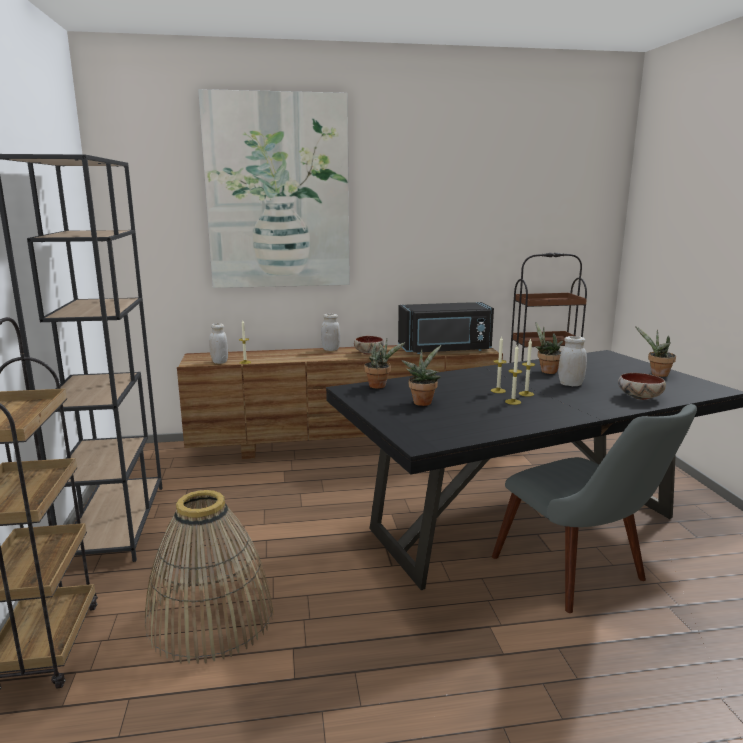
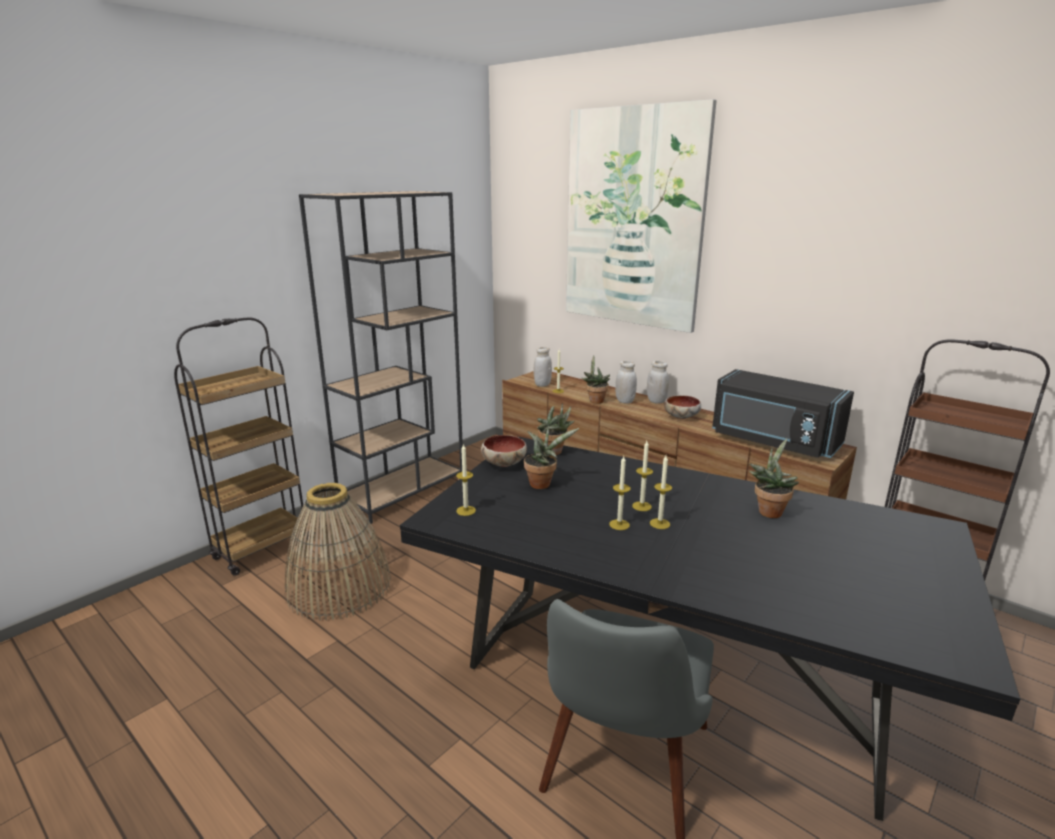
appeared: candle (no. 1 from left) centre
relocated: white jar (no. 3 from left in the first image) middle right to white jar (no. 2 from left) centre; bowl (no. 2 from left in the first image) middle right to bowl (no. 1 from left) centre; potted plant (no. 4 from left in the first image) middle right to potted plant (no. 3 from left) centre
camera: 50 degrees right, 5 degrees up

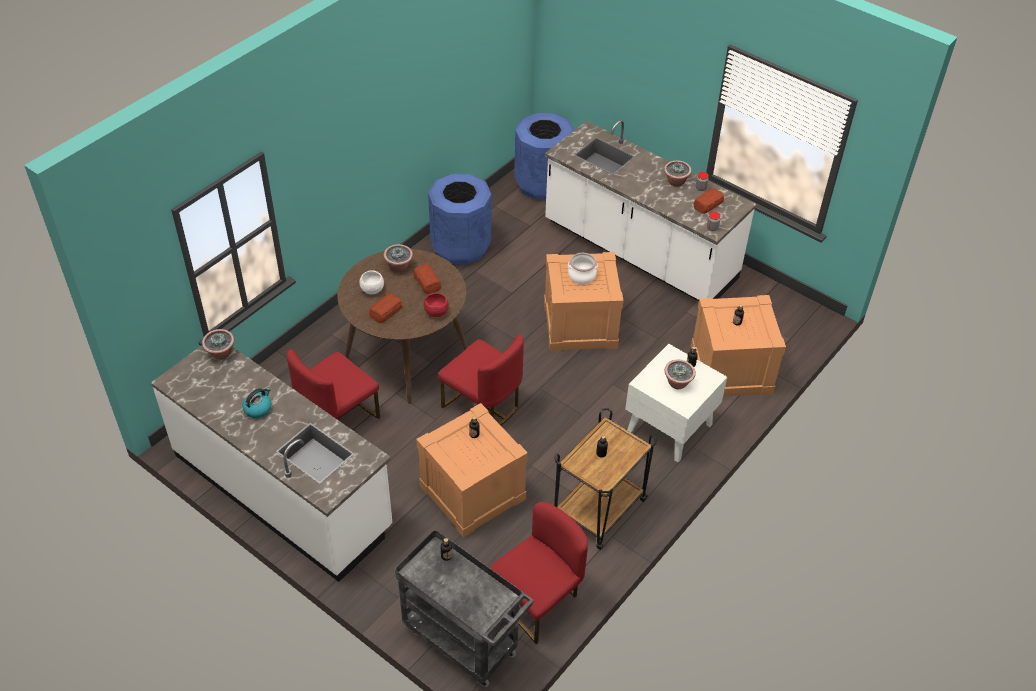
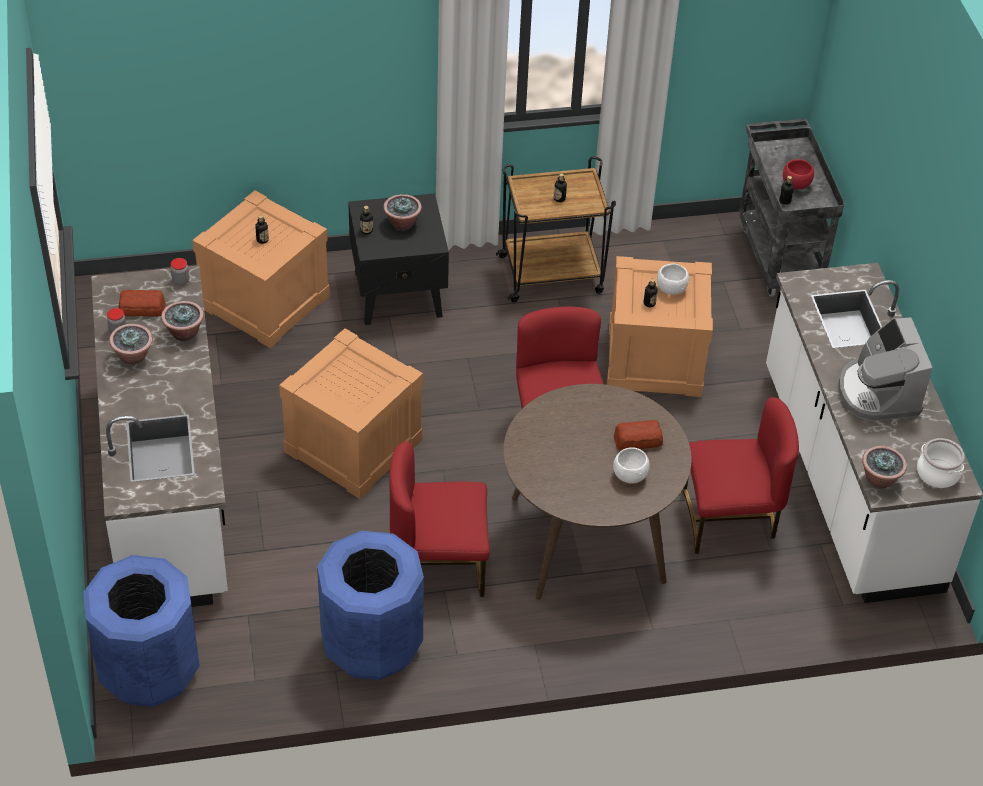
missing: bread (no. 2 from left) centre
appeared: white bowl (no. 2 from left) middle right
relocated: potted plant (no. 2 from left) centre to middle left; red bowl centre to top right; red chair (no. 3 from left in the first image) bottom centre to red chair (no. 1 from left) centre; cooking pot centre to middle right
exchanged: kettle middle left to coffee machine middle right
colour: white nightstand centre to black nightstand top centre
camera: 140 degrees left, 0 degrees up

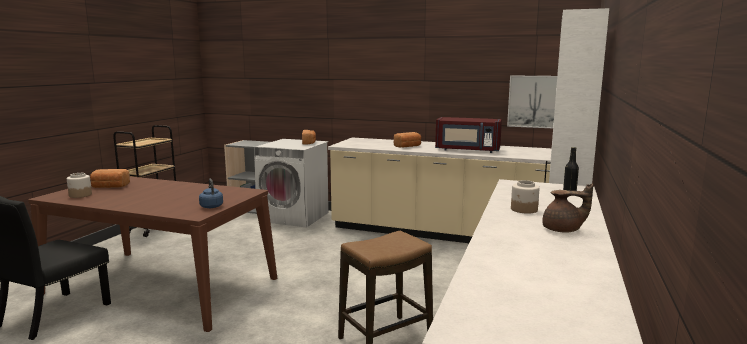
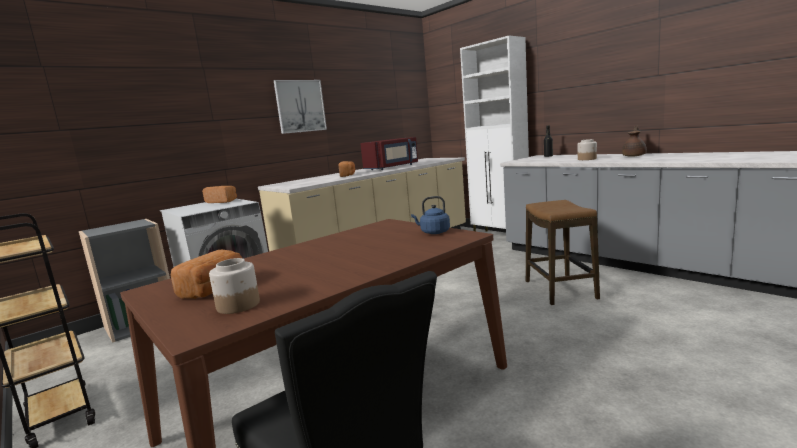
relocated: picture top right to top centre
camera: 60 degrees left, 0 degrees up

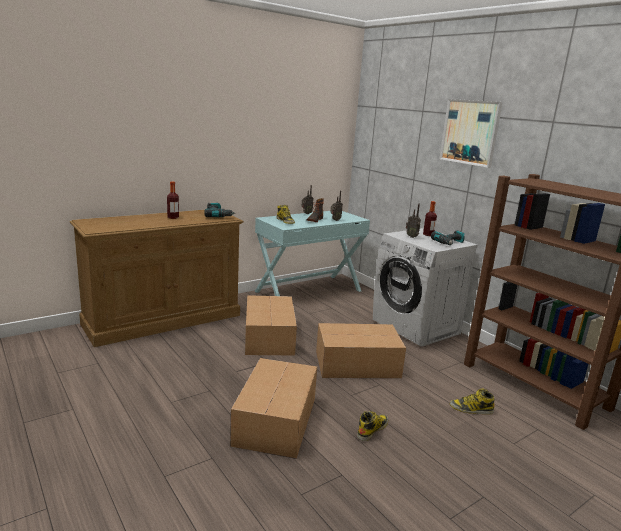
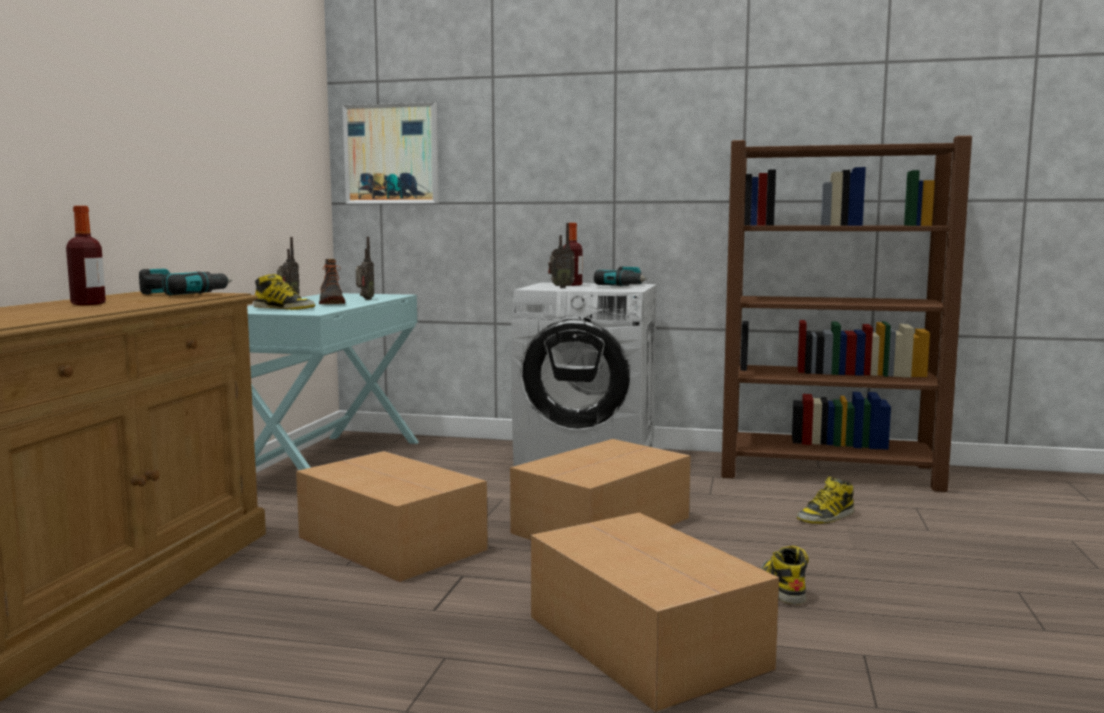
relocated: picture top right to top centre
camera: 40 degrees left, 10 degrees down

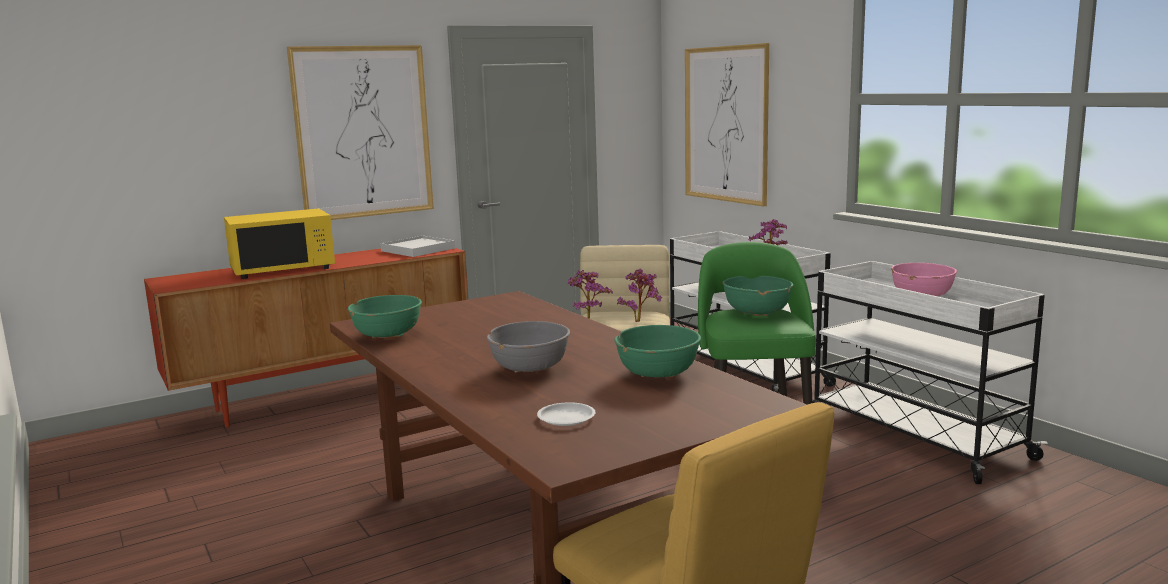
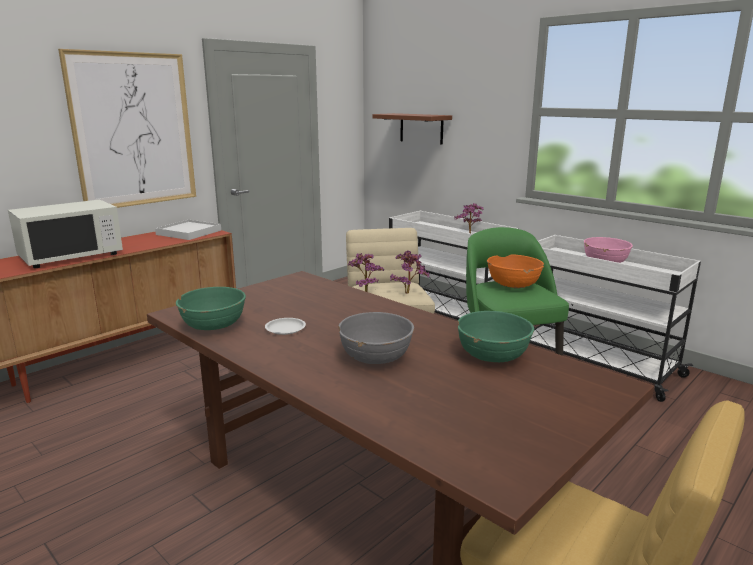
relocated: white plate bottom centre to centre
exchanged: picture (no. 2 from left) top centre to brown shelf top centre
colour: yellow microwave middle left to white microwave middle left; green bowl (no. 3 from left) centre to orange bowl middle right
camera: 15 degrees left, 5 degrees up

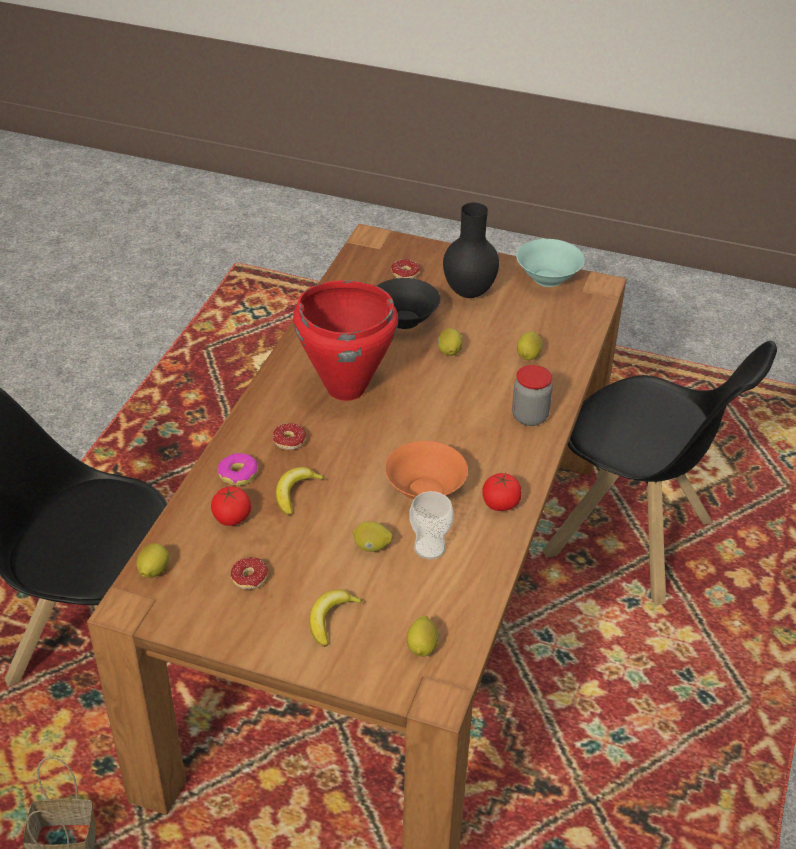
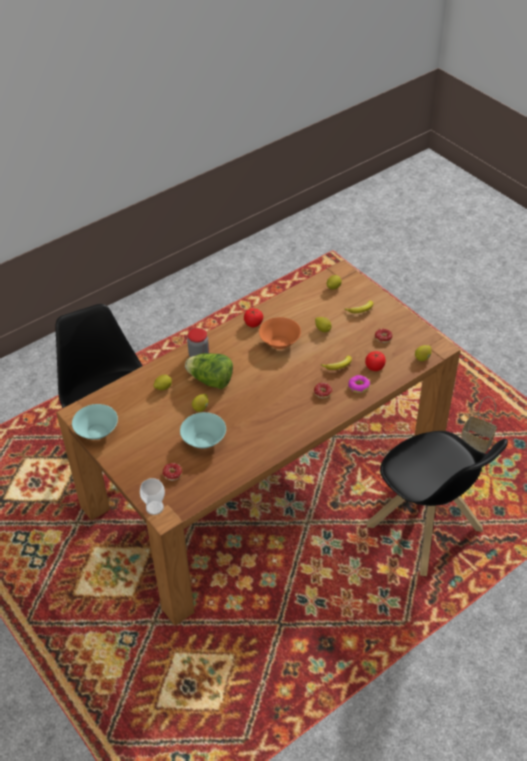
missing: red cooking pot centre; black vase top centre
appeared: lettuce centre
relocated: cup centre to middle left
colour: black bowl centre to turquoise bowl (no. 2 from left) centre
camera: 145 degrees left, 5 degrees up

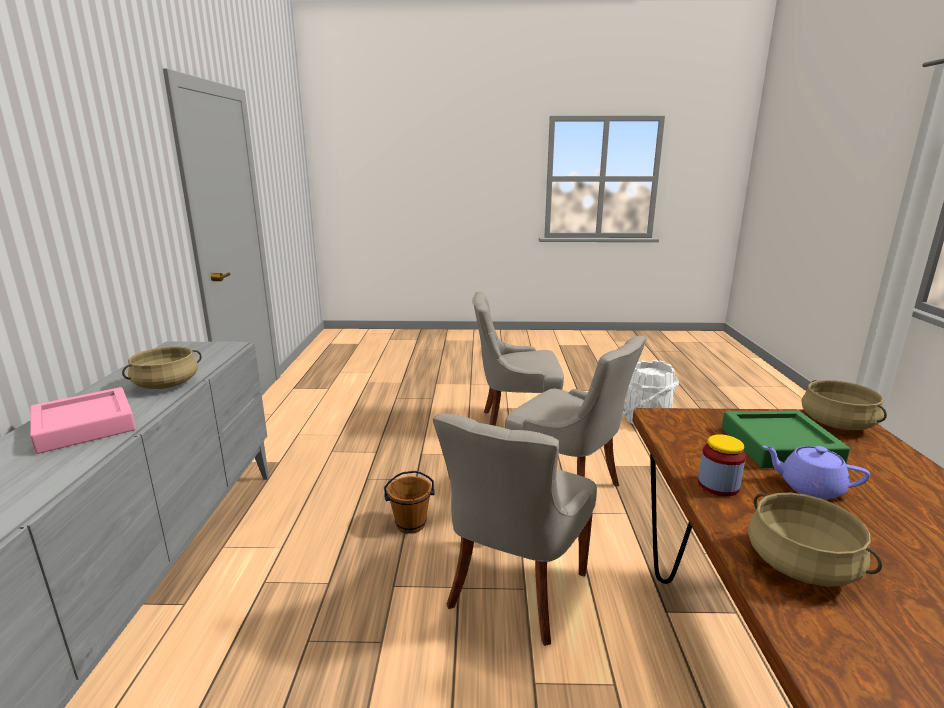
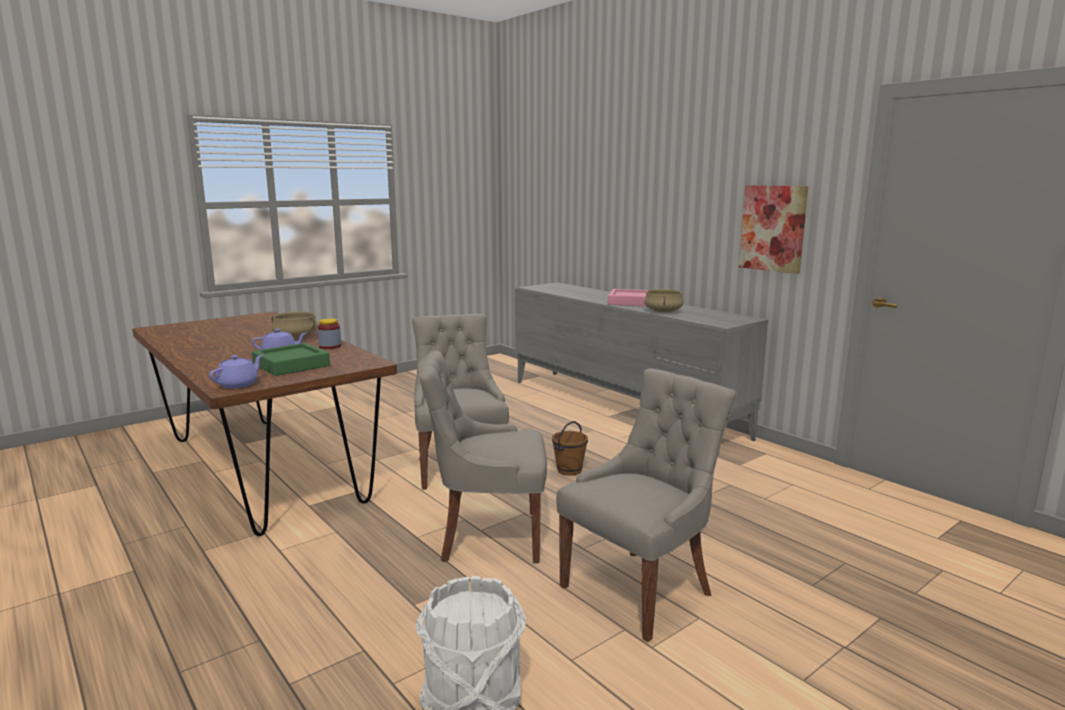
appeared: picture top right
exchanged: beige cooking pot (no. 3 from left) middle right to purple teapot (no. 1 from left) middle left
camera: 140 degrees right, 5 degrees down

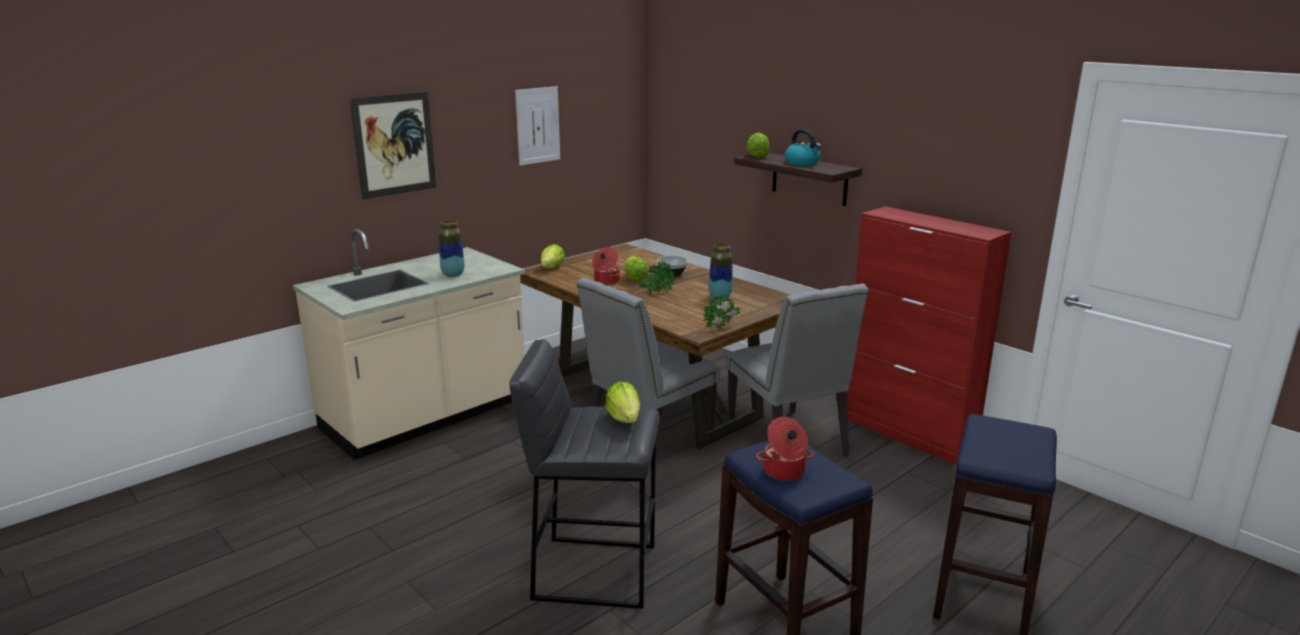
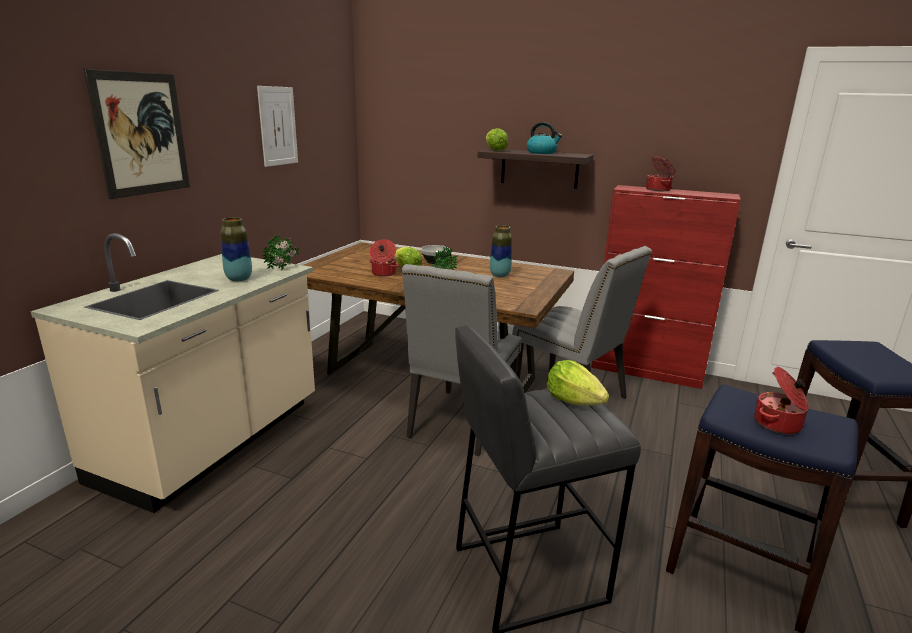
missing: lettuce (no. 1 from left) centre
appeared: cooking pot (no. 2 from left) top right
relocated: potted plant (no. 2 from left in the first image) centre to potted plant (no. 1 from left) middle left
camera: 25 degrees left, 0 degrees up

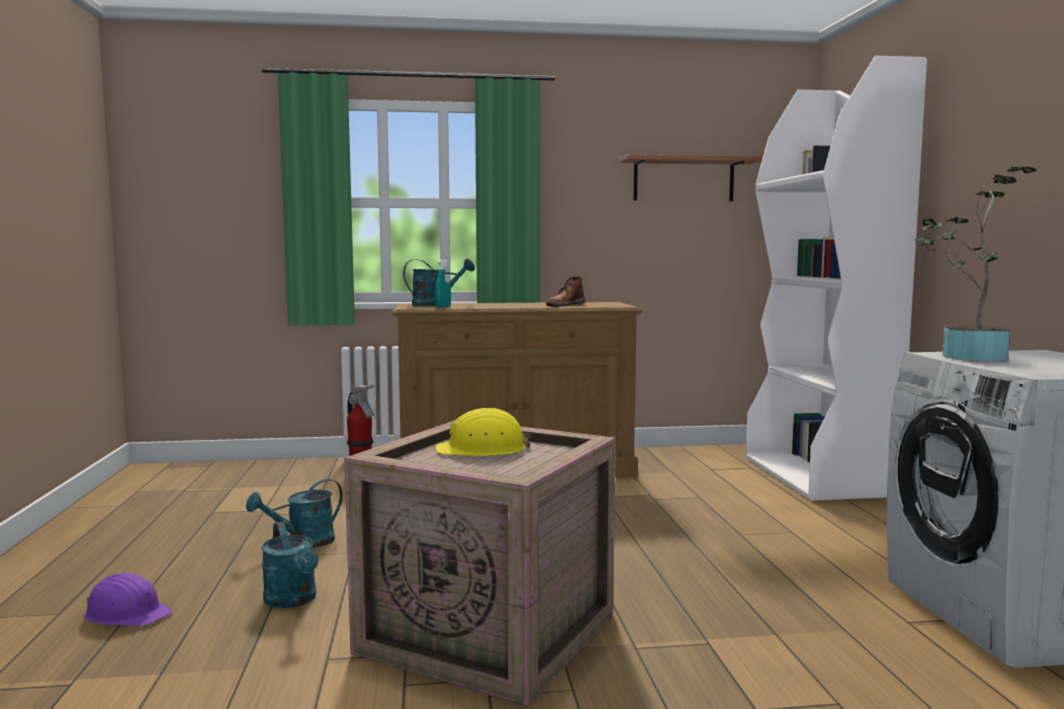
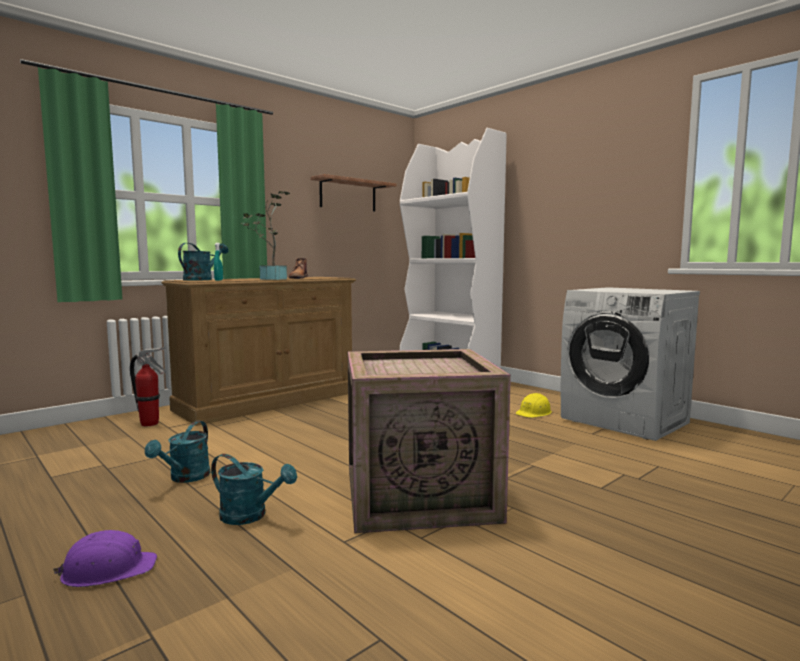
relocated: yellow hard hat centre to middle right; potted plant middle right to middle left
camera: 35 degrees left, 0 degrees up

